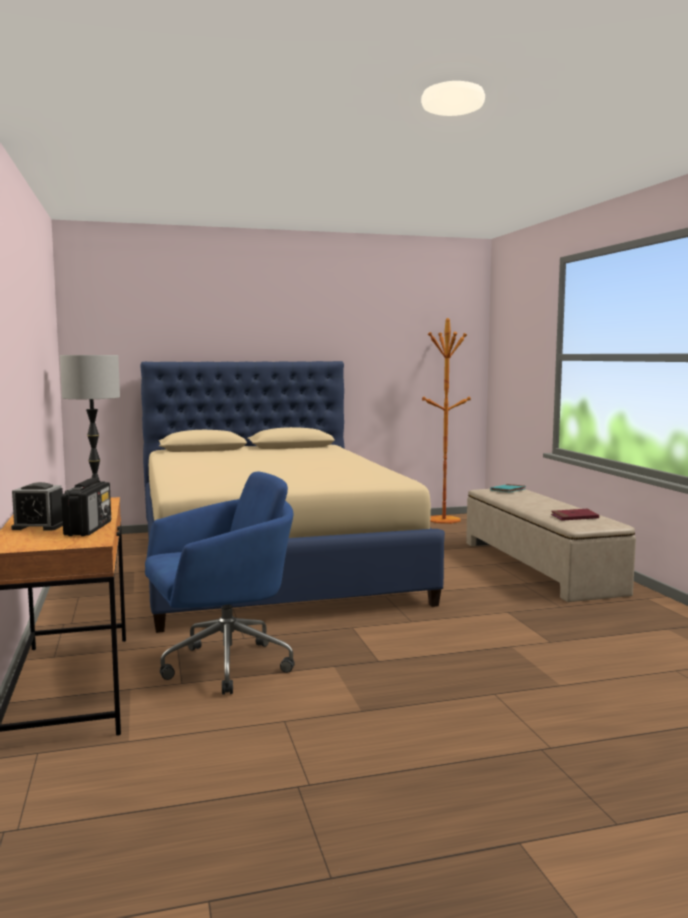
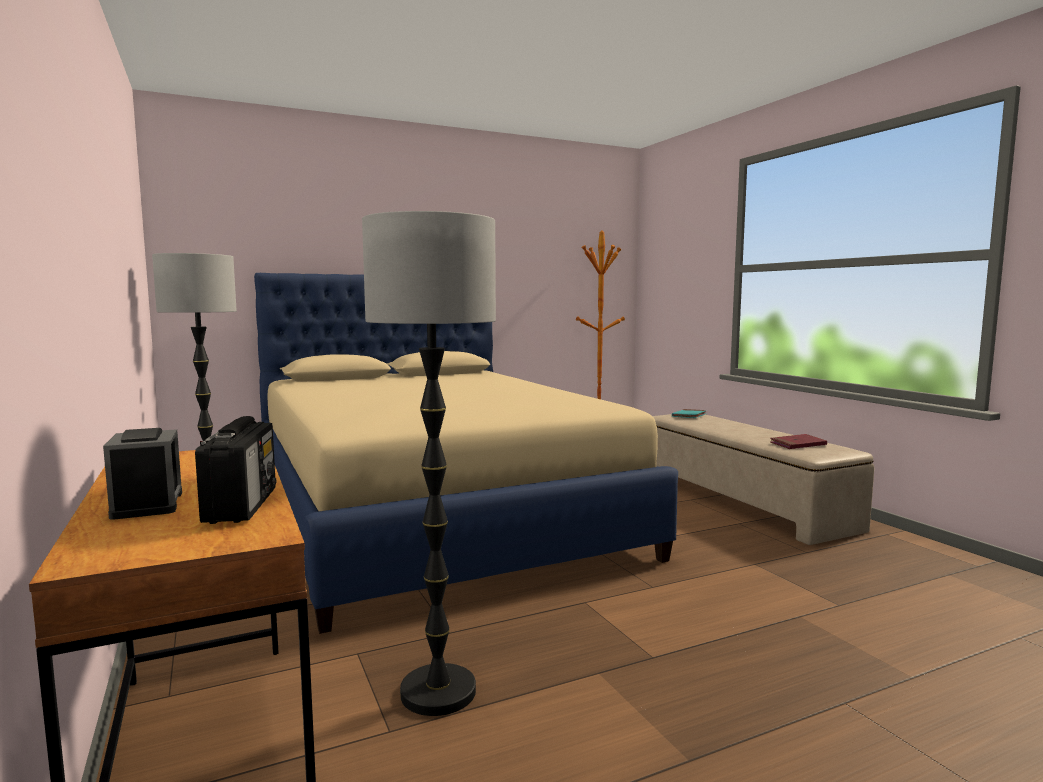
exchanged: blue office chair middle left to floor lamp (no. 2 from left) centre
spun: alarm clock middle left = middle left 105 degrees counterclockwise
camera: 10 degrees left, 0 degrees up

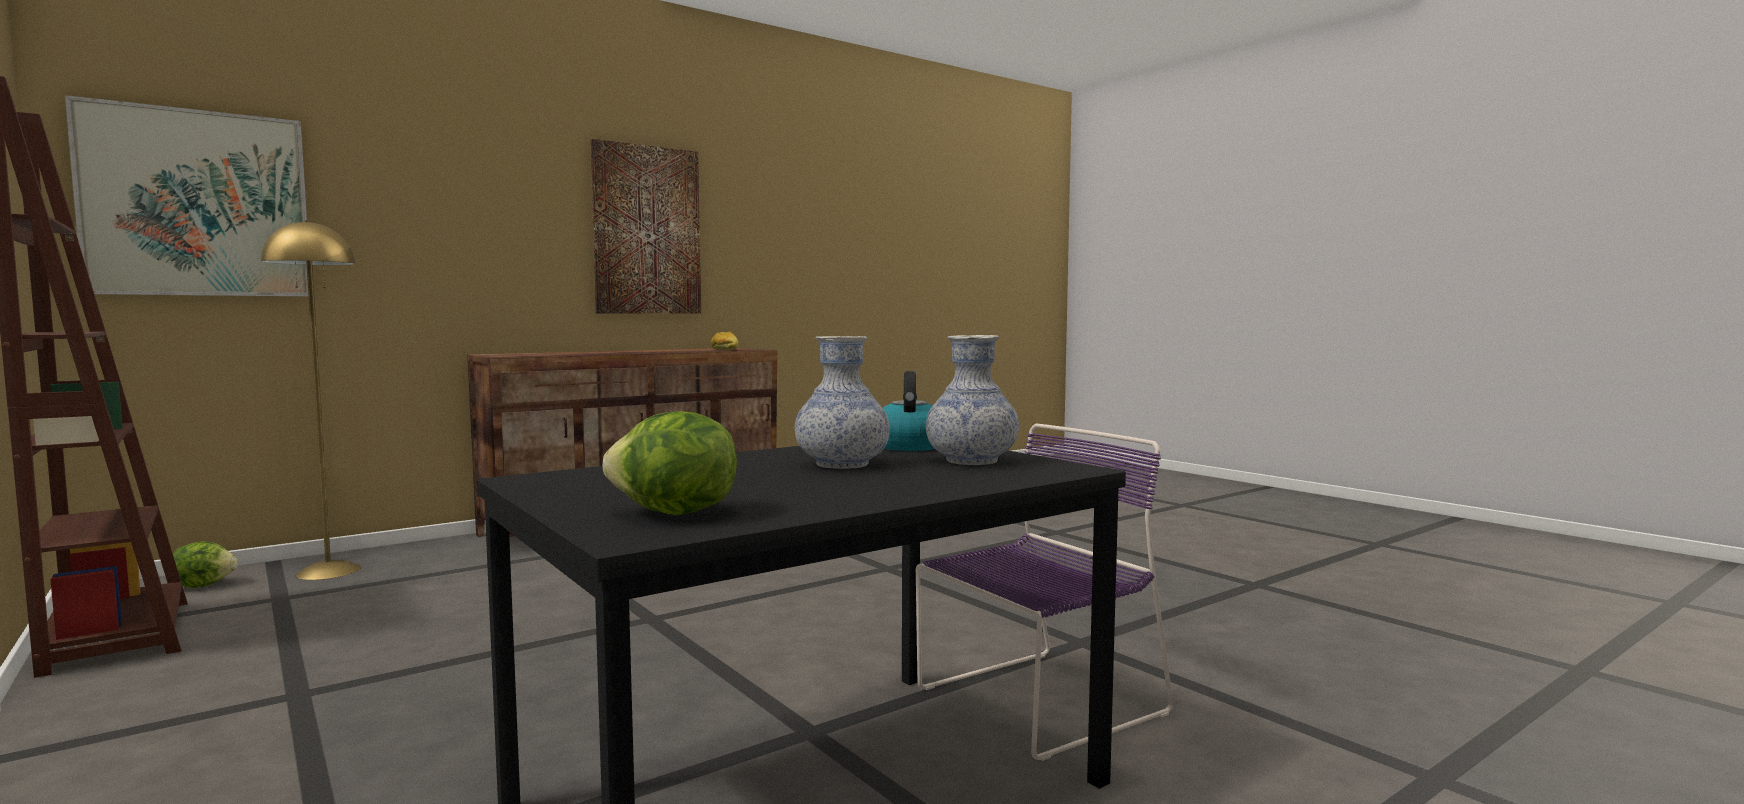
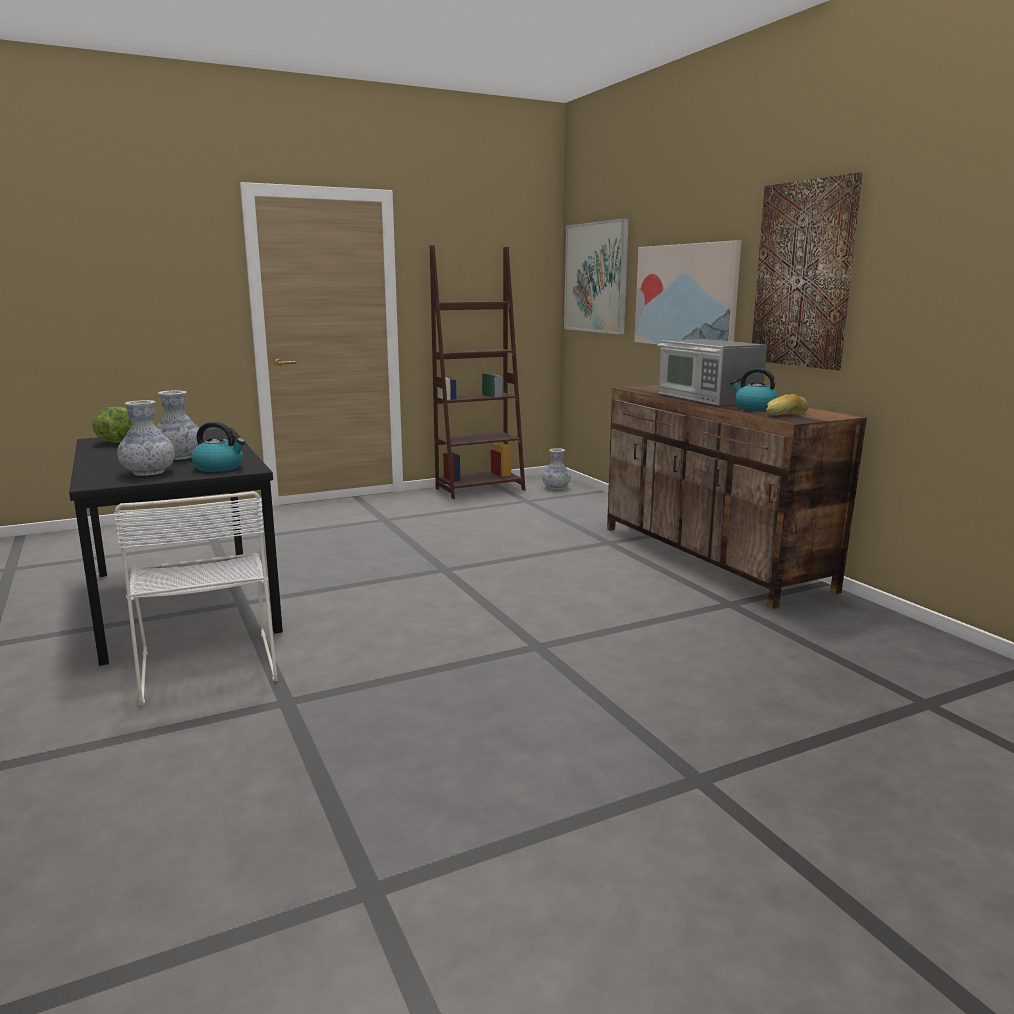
missing: yellow floor lamp middle left
appeared: picture (no. 2 from left) top right; microwave middle right; kettle (no. 2 from left) middle right
exchanged: lettuce (no. 1 from left) bottom left to vase (no. 3 from left) centre
colour: purple chair bottom centre to white chair middle left
camera: 100 degrees right, 10 degrees up

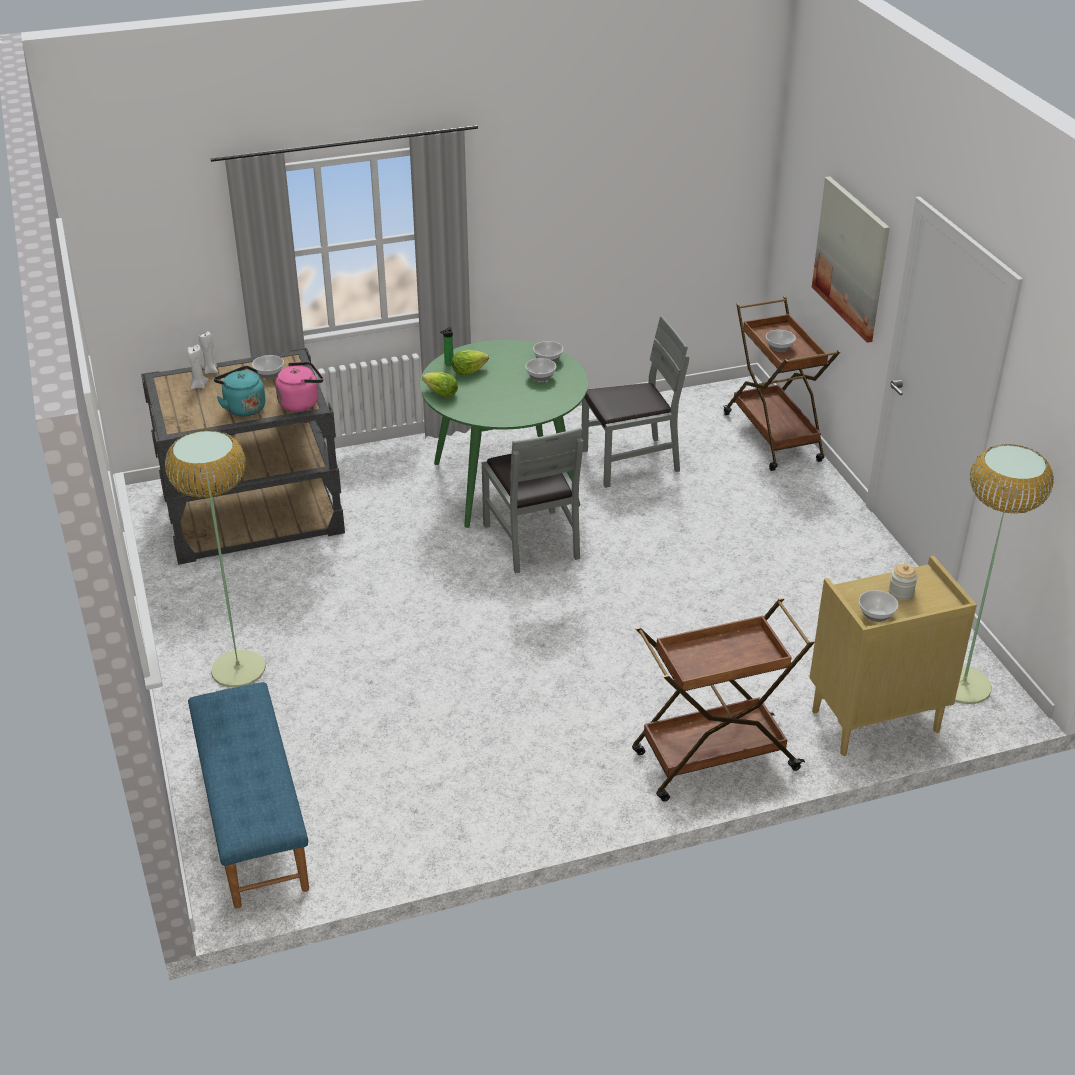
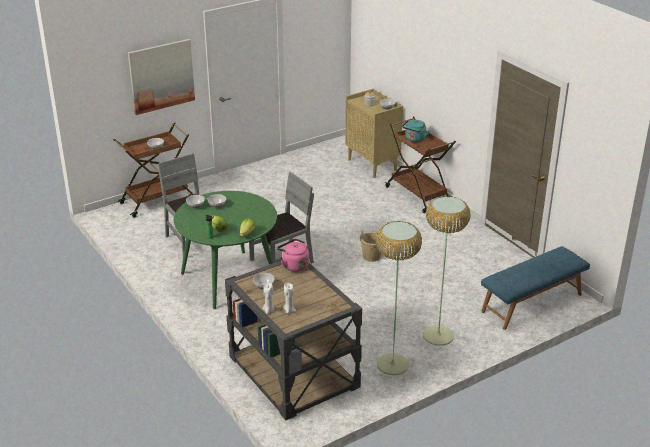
appeared: beige bucket centre
relocated: turquoise kettle middle left to top centre; floor lamp (no. 2 from left in the first image) middle right to floor lamp (no. 1 from left) bottom centre
camera: 105 degrees left, 5 degrees down

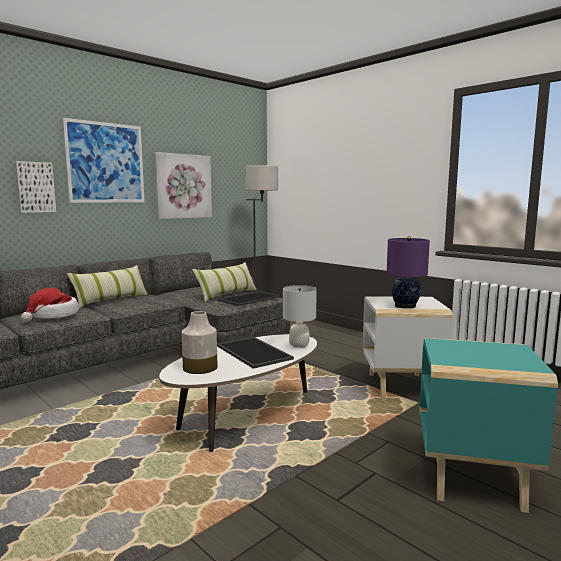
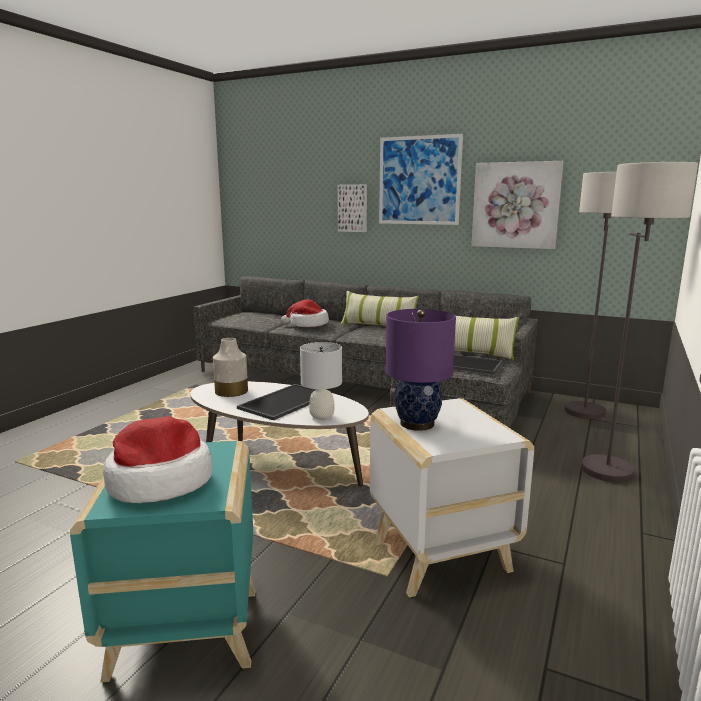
appeared: hat (no. 1 from left) middle left; grey floor lamp (no. 2 from left) middle right
camera: 70 degrees right, 5 degrees up

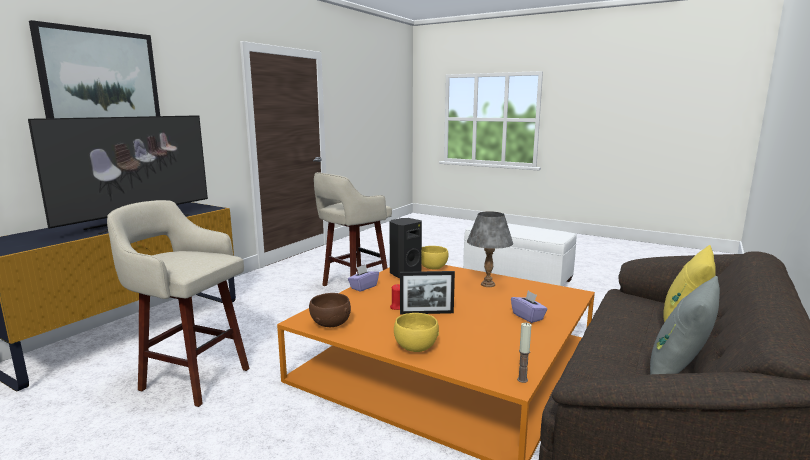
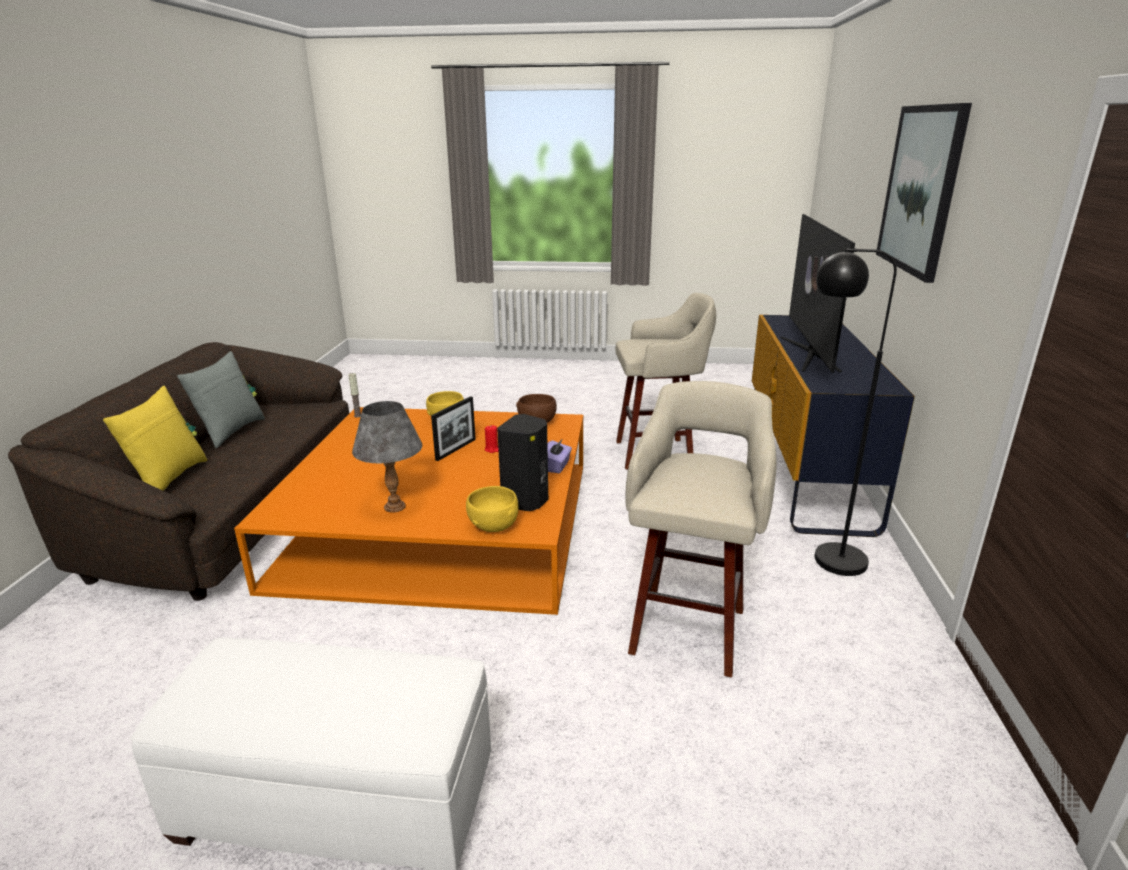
missing: purple tissue box (no. 2 from left) bottom centre
appeared: black floor lamp middle right
spun: picture frame centre = centre 150 degrees clockwise
camera: 155 degrees right, 10 degrees up

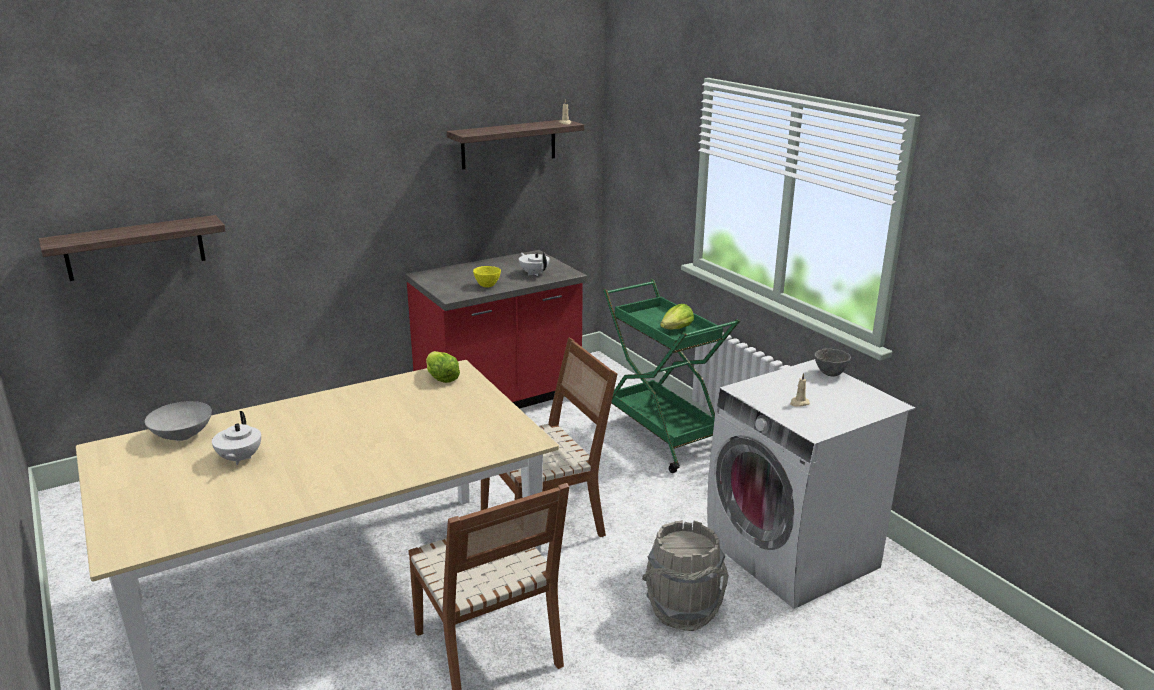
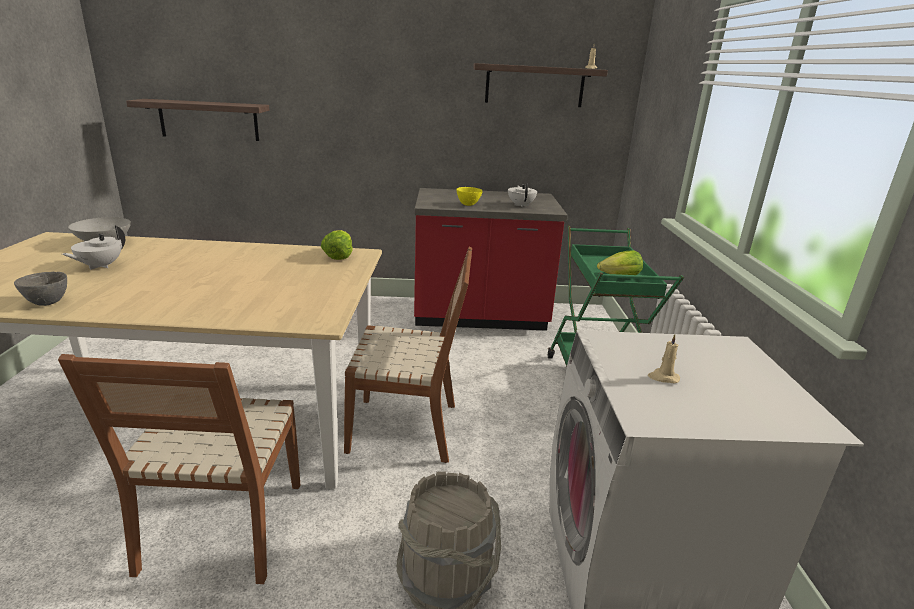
relocated: grey bowl (no. 2 from left in the first image) middle right to grey bowl (no. 1 from left) middle left
camera: 30 degrees right, 0 degrees up

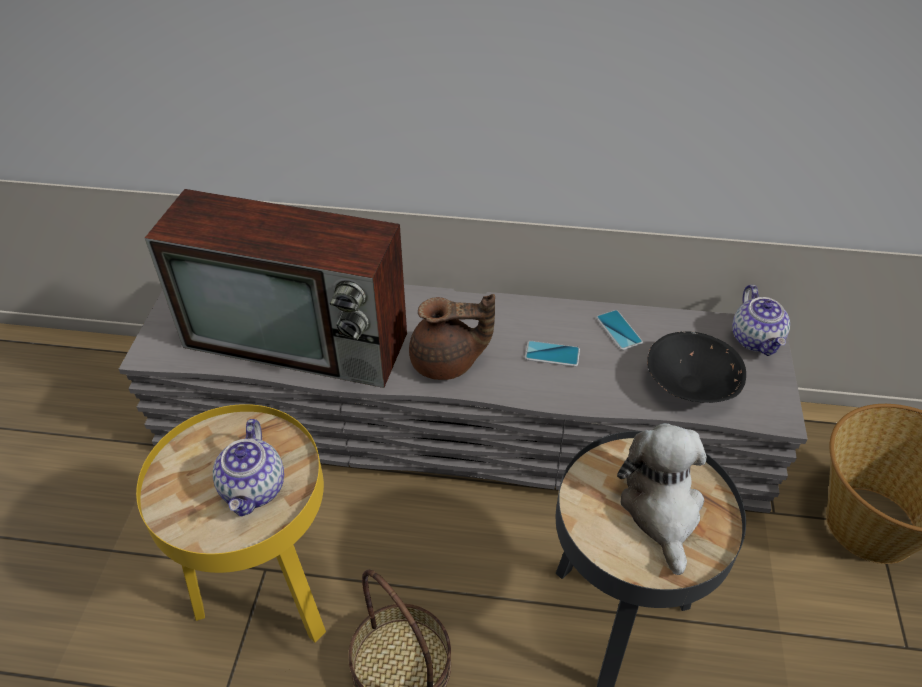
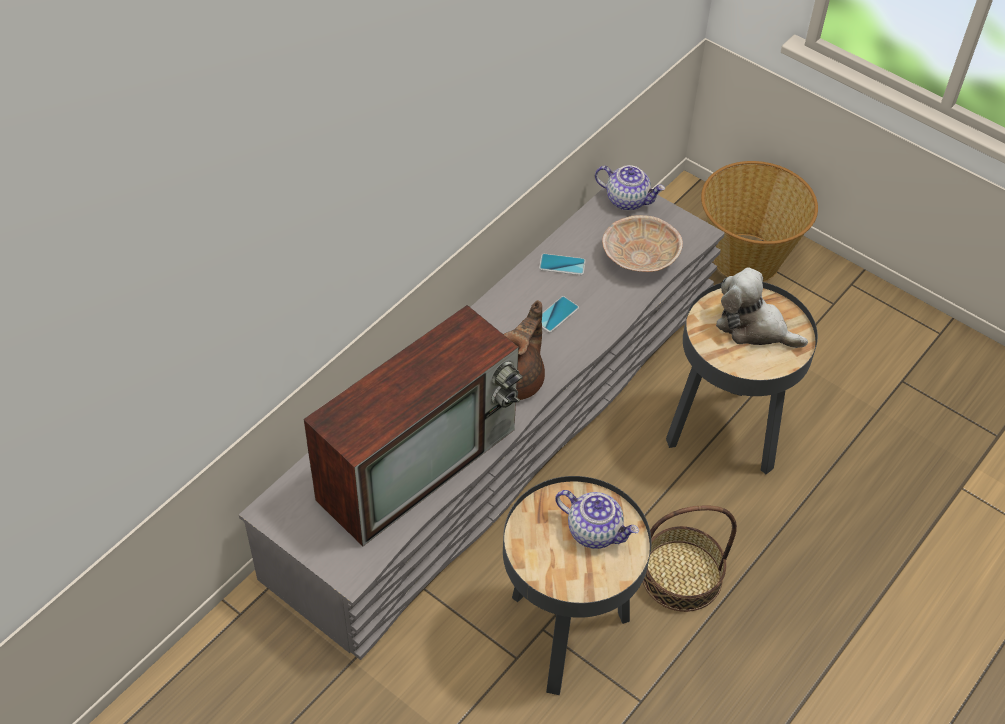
colour: yellow side table bottom left to black side table (no. 1 from left) bottom centre; black bowl middle right to beige bowl centre
camera: 60 degrees left, 5 degrees up

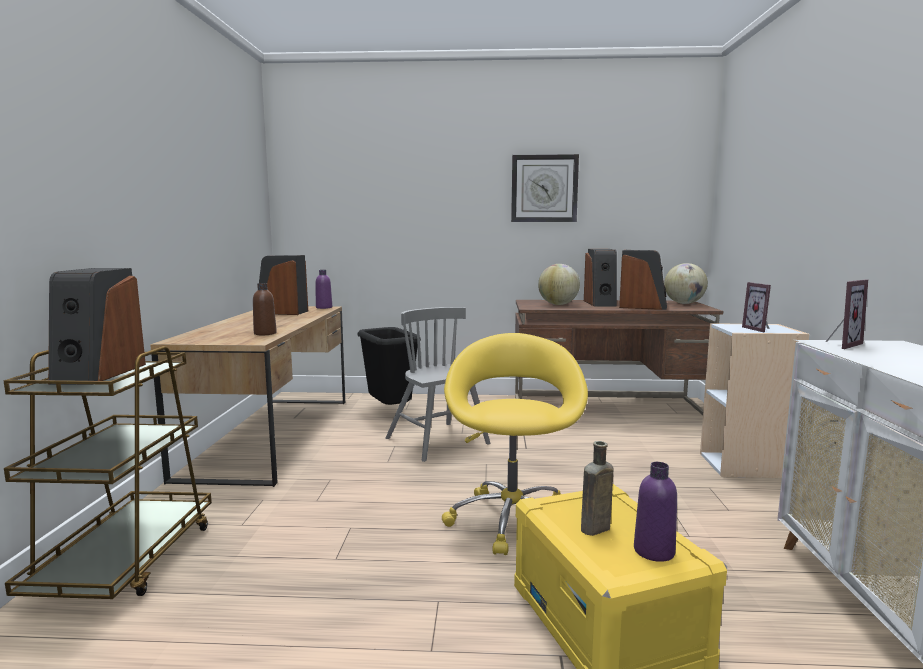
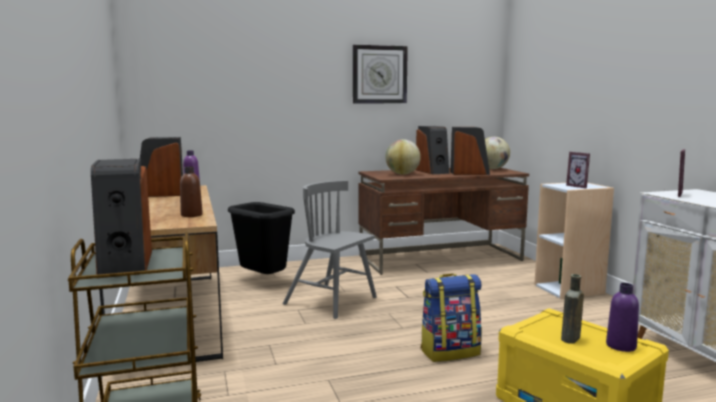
exchanged: yellow office chair centre to backpack bottom centre
camera: 20 degrees left, 0 degrees up

